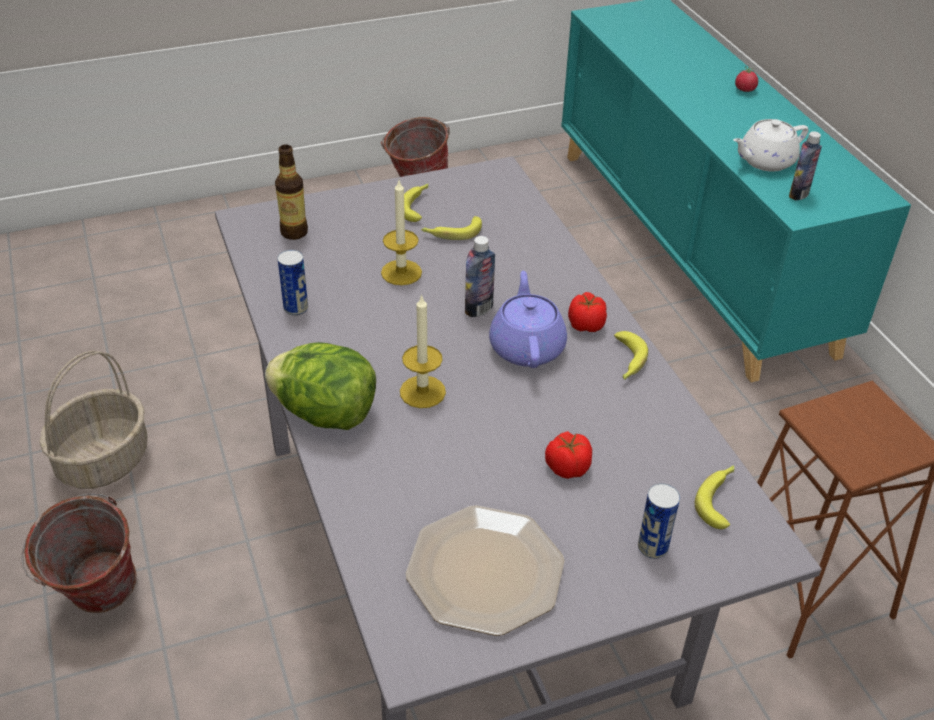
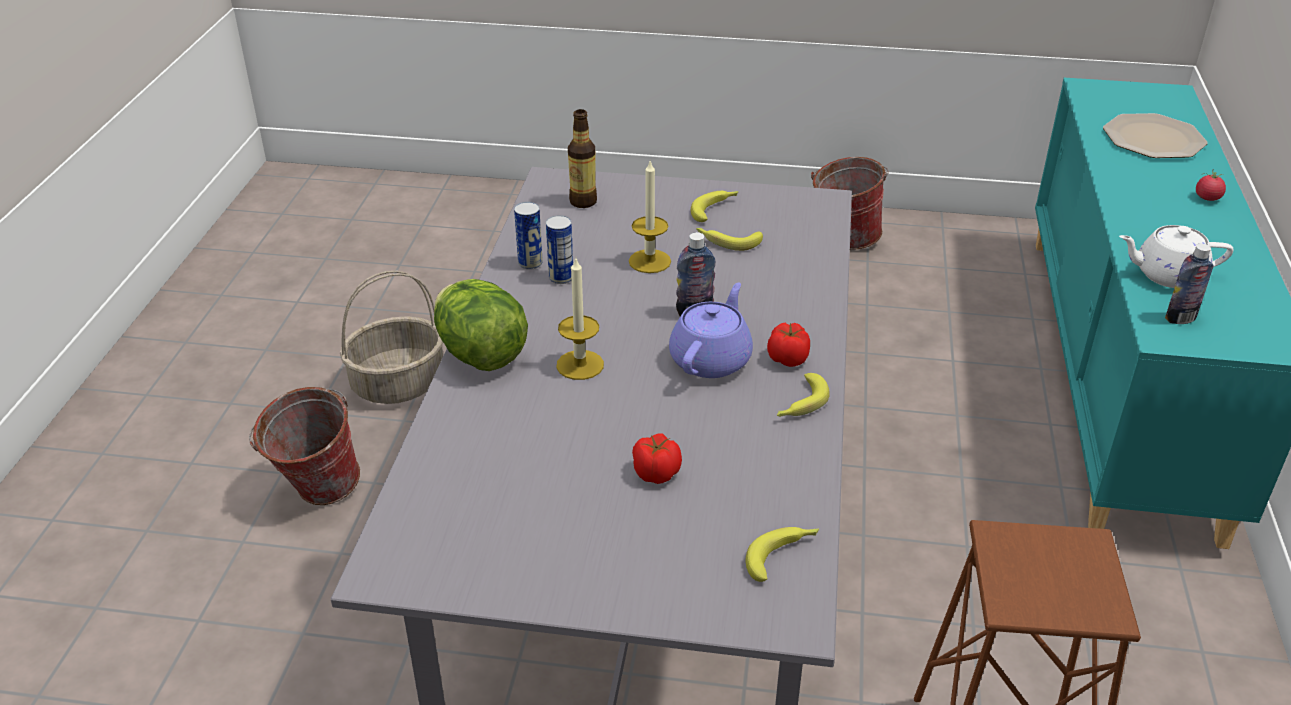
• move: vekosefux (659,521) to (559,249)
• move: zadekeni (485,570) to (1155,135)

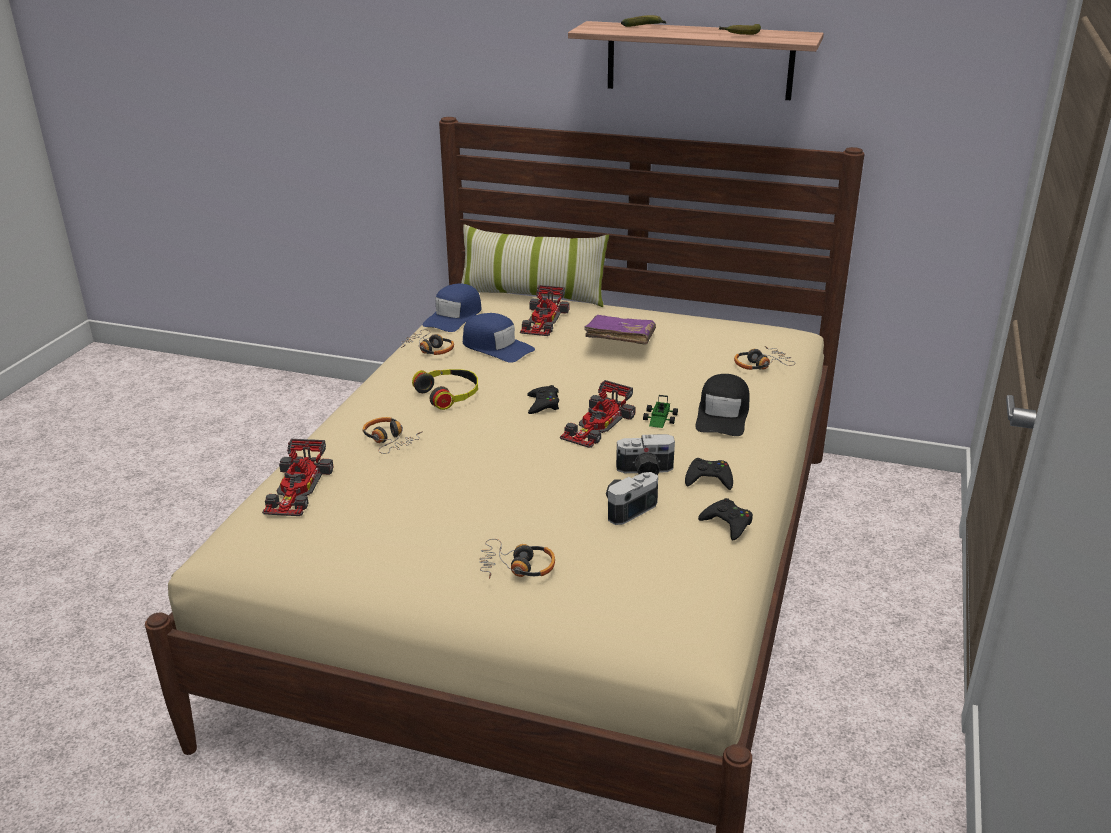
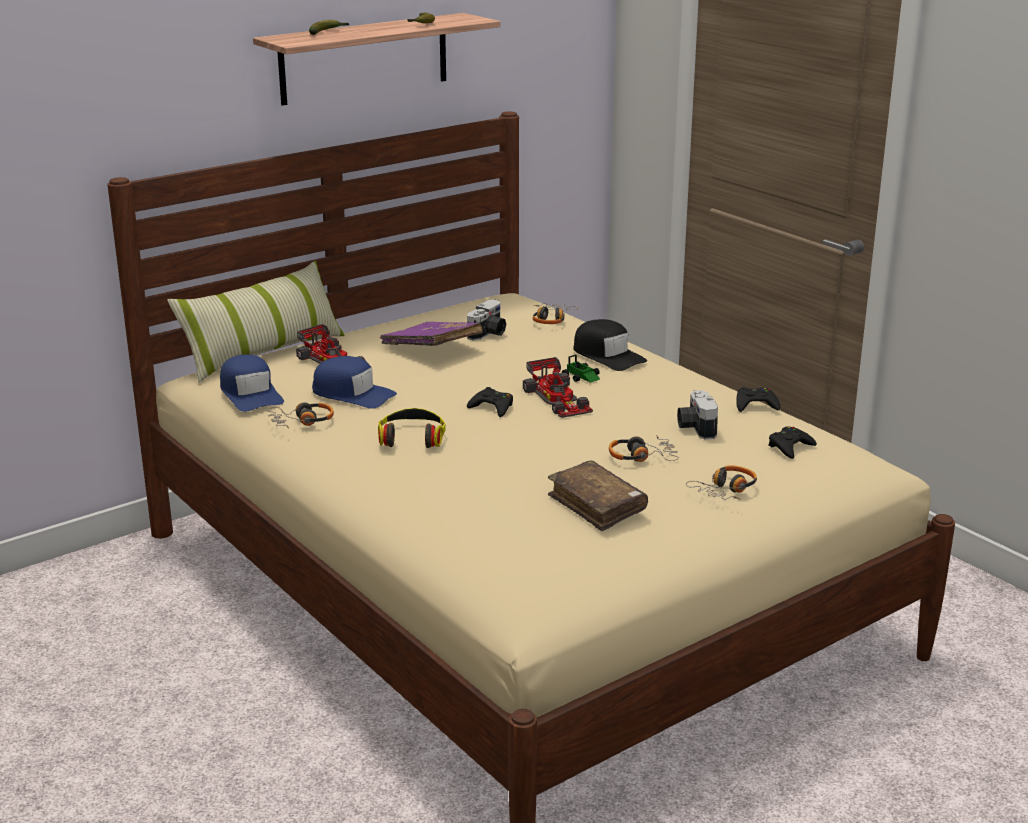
• rotate: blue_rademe (499,338) = (354,382) 45 degrees clockwise
• move: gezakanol (645,454) to (486,320)
• insert: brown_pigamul (598,495)
• move: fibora (392,435) to (644,449)
• move: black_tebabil (709,474) to (792,442)
• delete: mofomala (298,477)

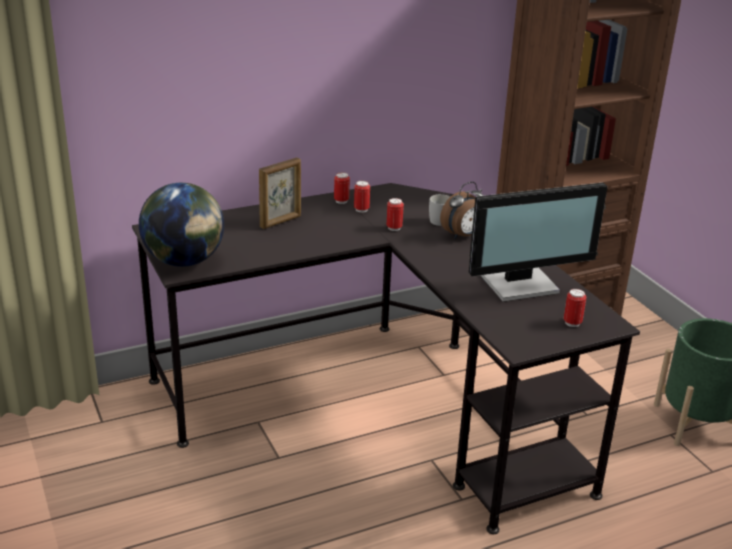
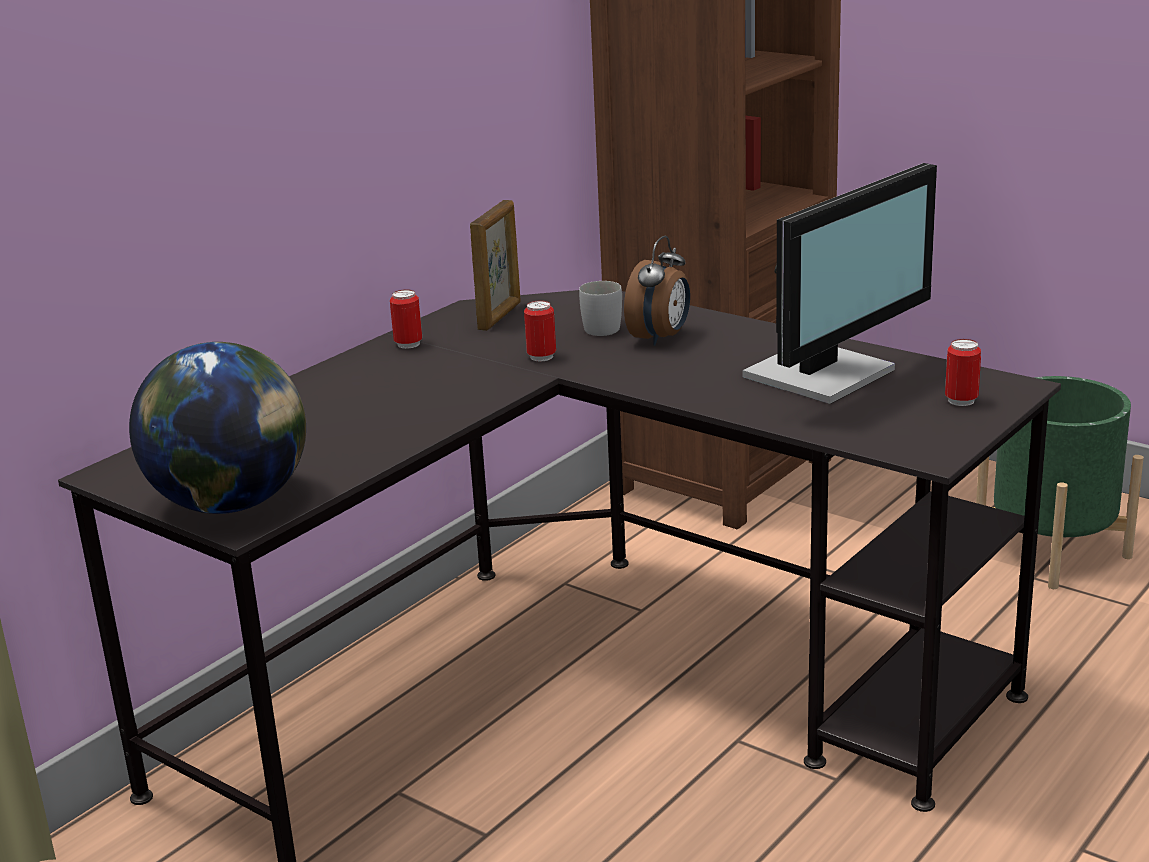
• move: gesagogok (280,193) to (495,265)
• delete: vekosefux (362,196)

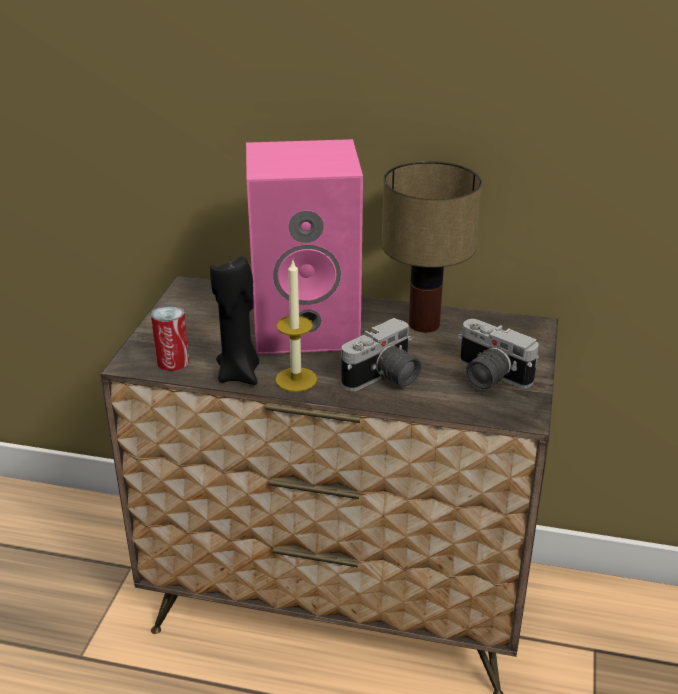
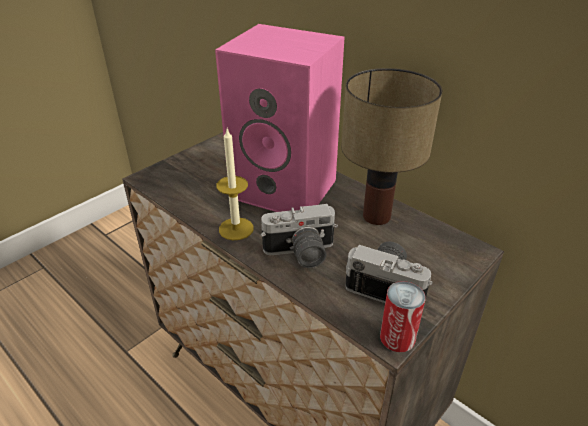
• rotate: gezakanol (498,354) = (389,272) 135 degrees clockwise
• move: vekosefux (170,338) to (402,316)
• delete: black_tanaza (234,320)

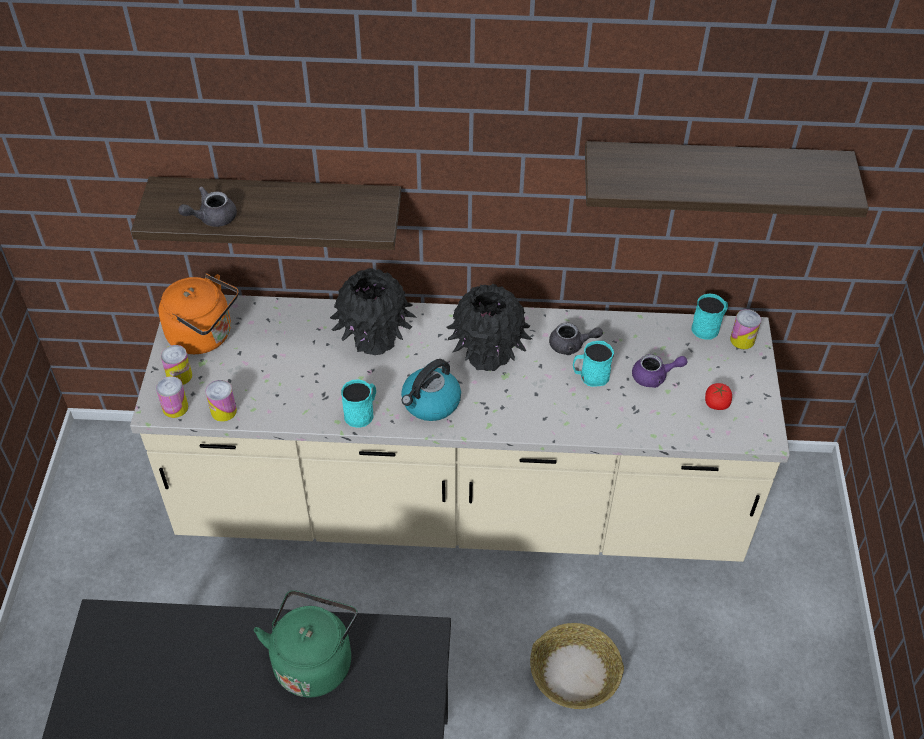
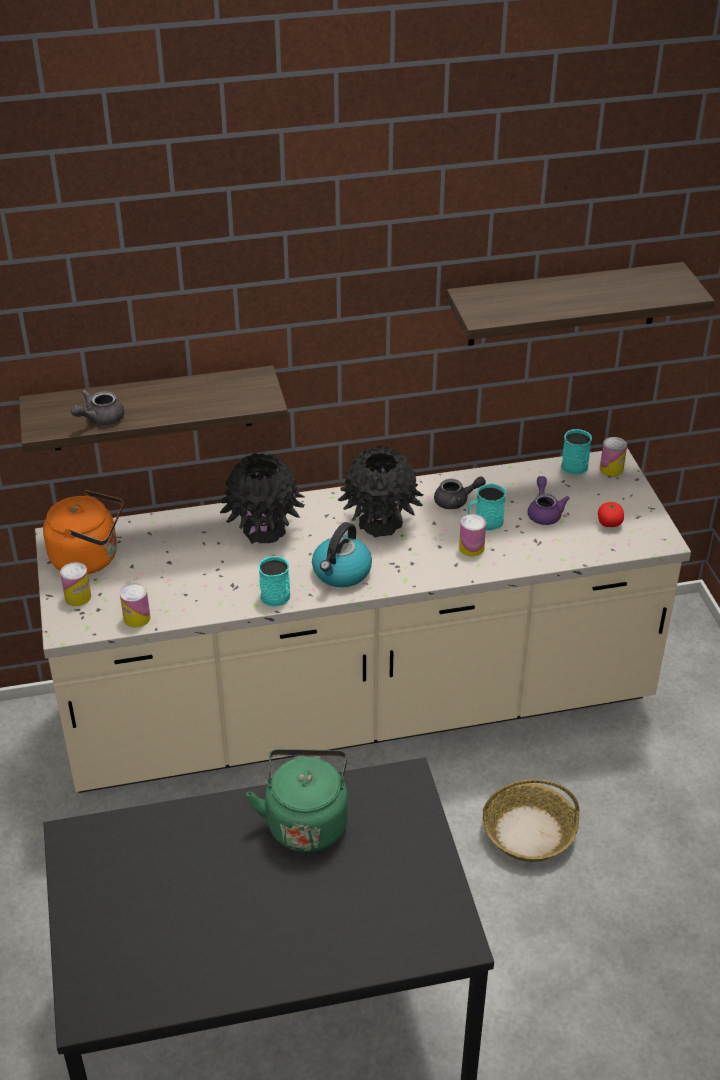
• move: vekosefux (172,397) to (472,535)
• rotate: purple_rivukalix (660,371) = (549,500) 75 degrees counterclockwise

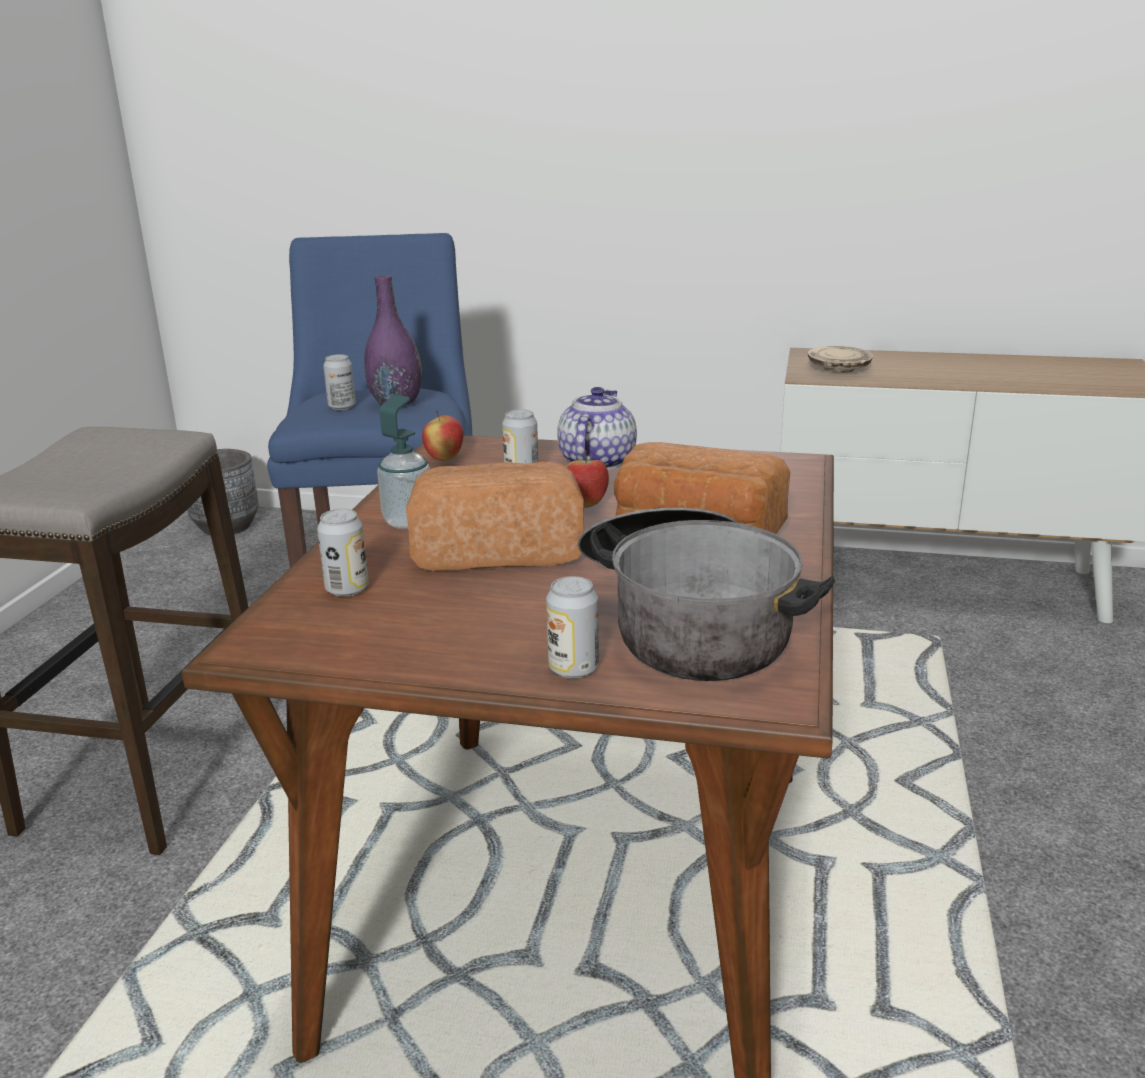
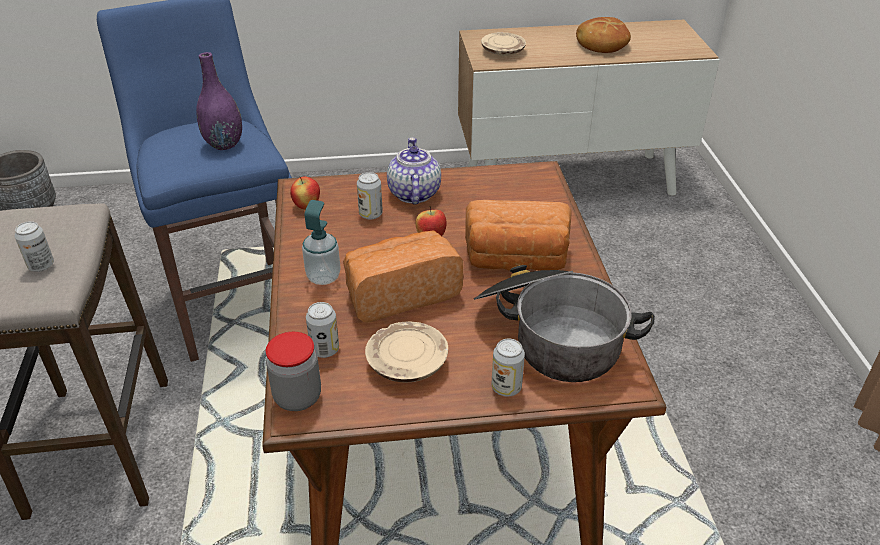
• move: vekosefux (339,382) to (34,246)
• insert: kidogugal (293,371)
• insert: beige_zadekeni (406,352)
• insert: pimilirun (603,35)

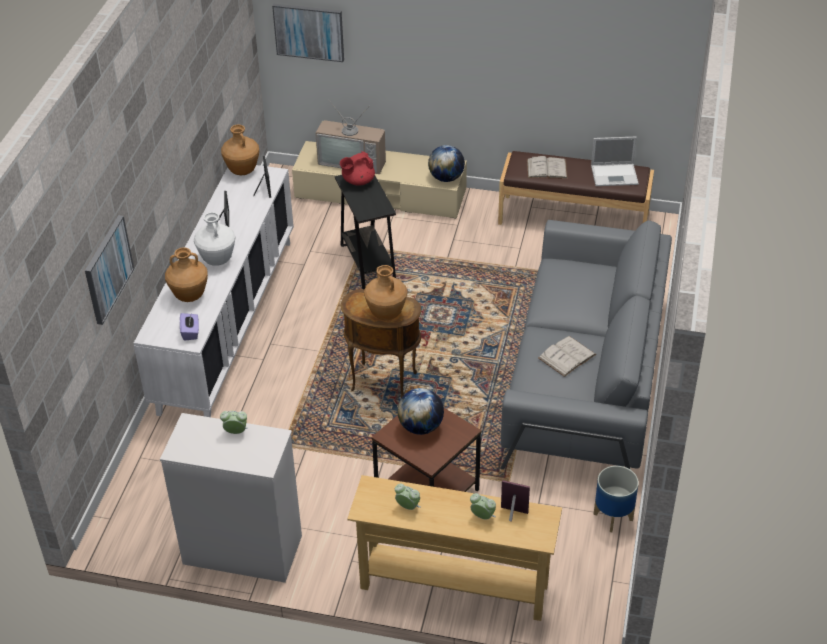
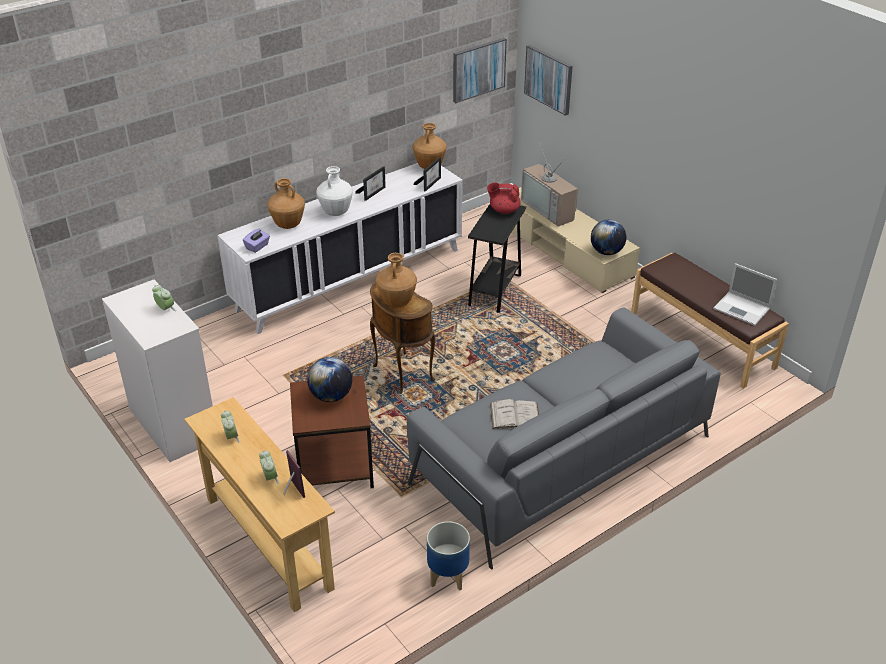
• move: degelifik (109,270) to (480,70)
• delete: white_pigamul (547,167)

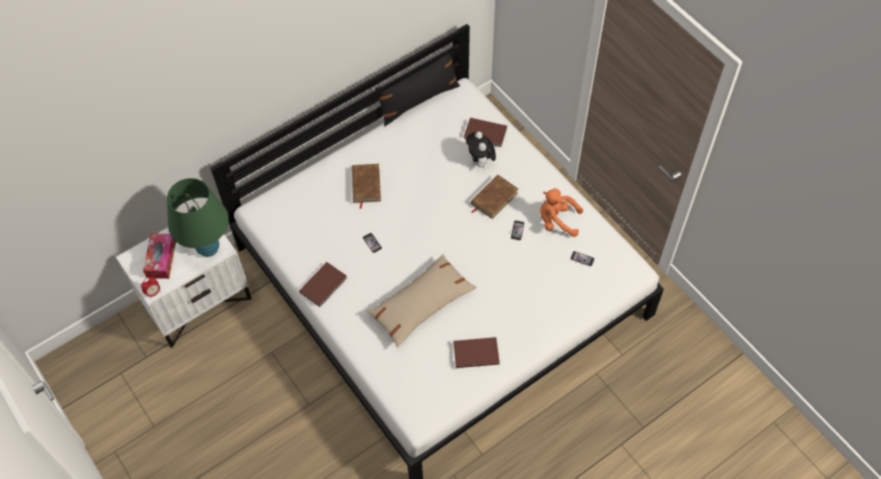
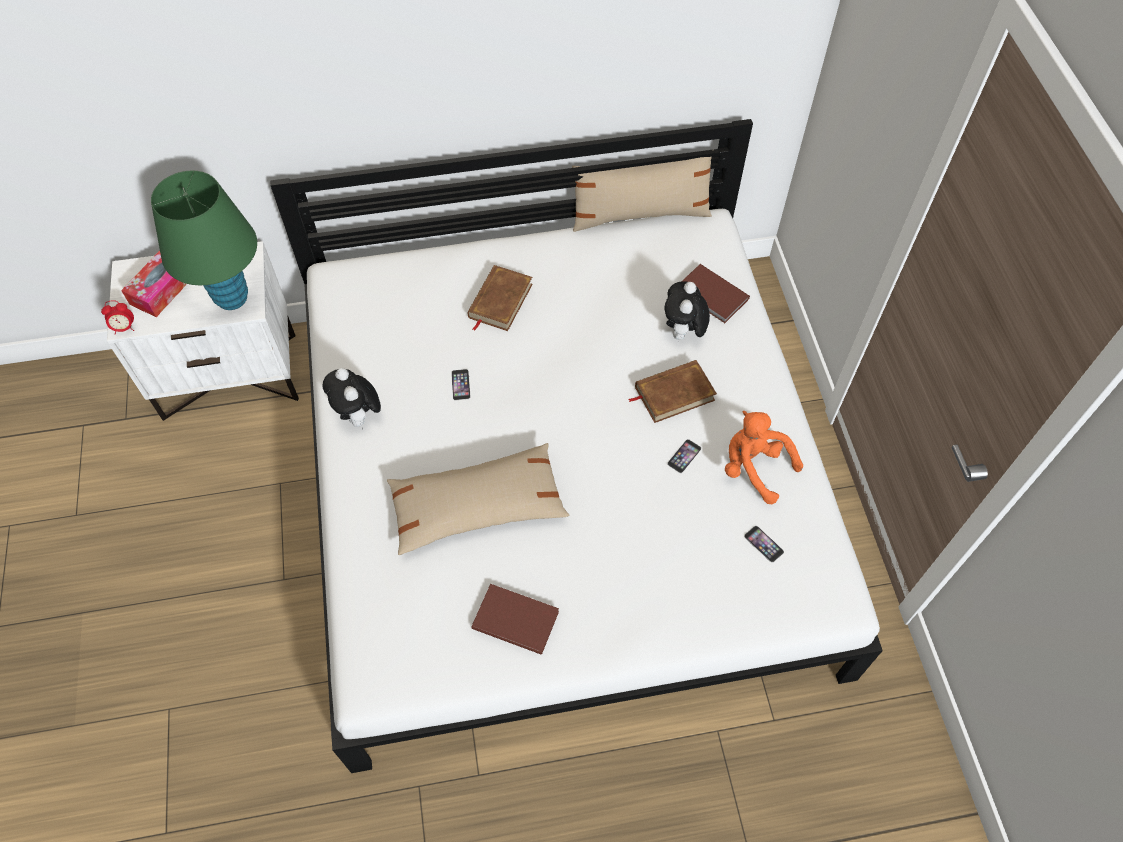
• replace: brown_pigamul (323,284) to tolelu (352,398)
• recolor: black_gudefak (417,89) to beige_gudefak (642,194)

